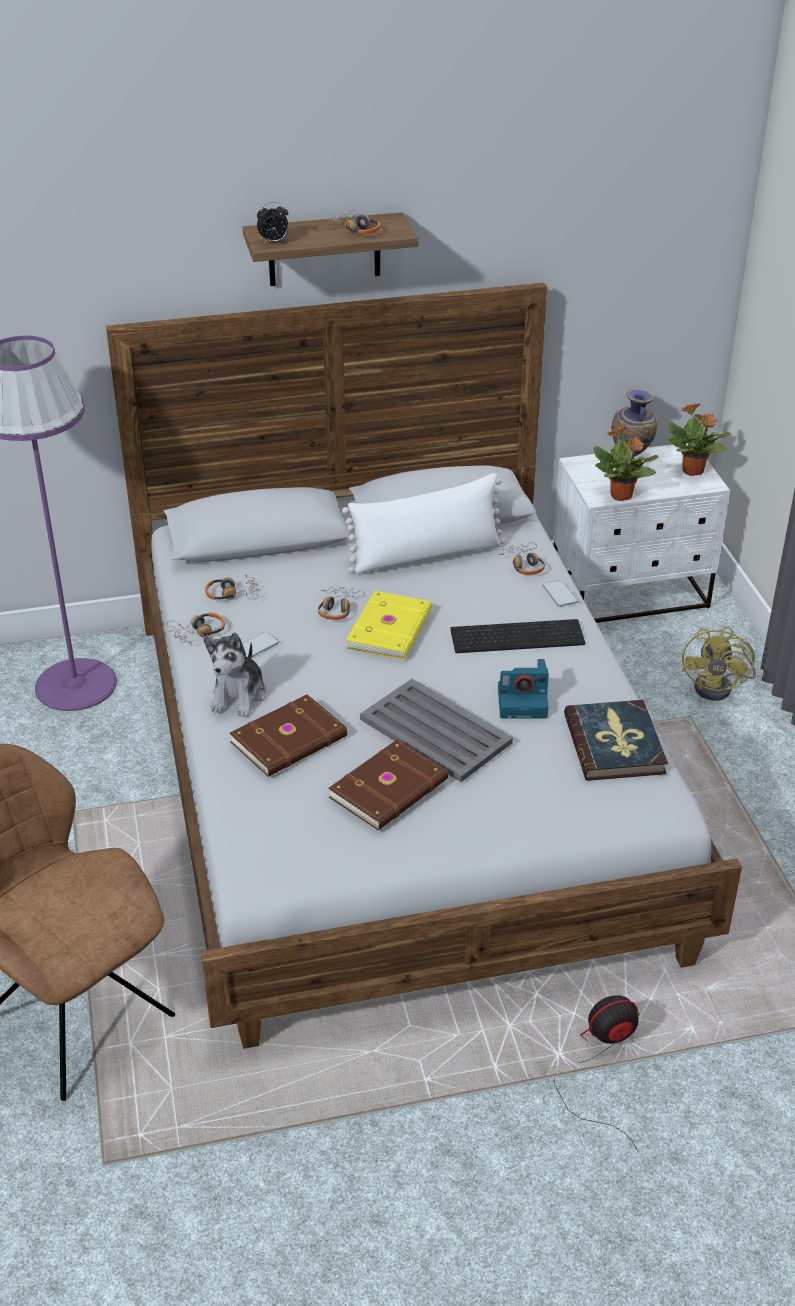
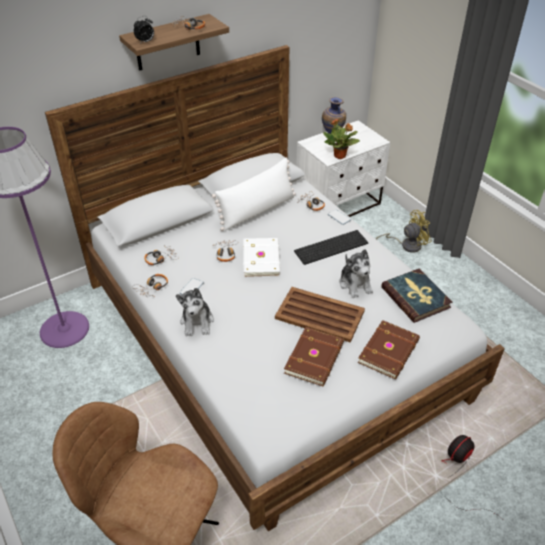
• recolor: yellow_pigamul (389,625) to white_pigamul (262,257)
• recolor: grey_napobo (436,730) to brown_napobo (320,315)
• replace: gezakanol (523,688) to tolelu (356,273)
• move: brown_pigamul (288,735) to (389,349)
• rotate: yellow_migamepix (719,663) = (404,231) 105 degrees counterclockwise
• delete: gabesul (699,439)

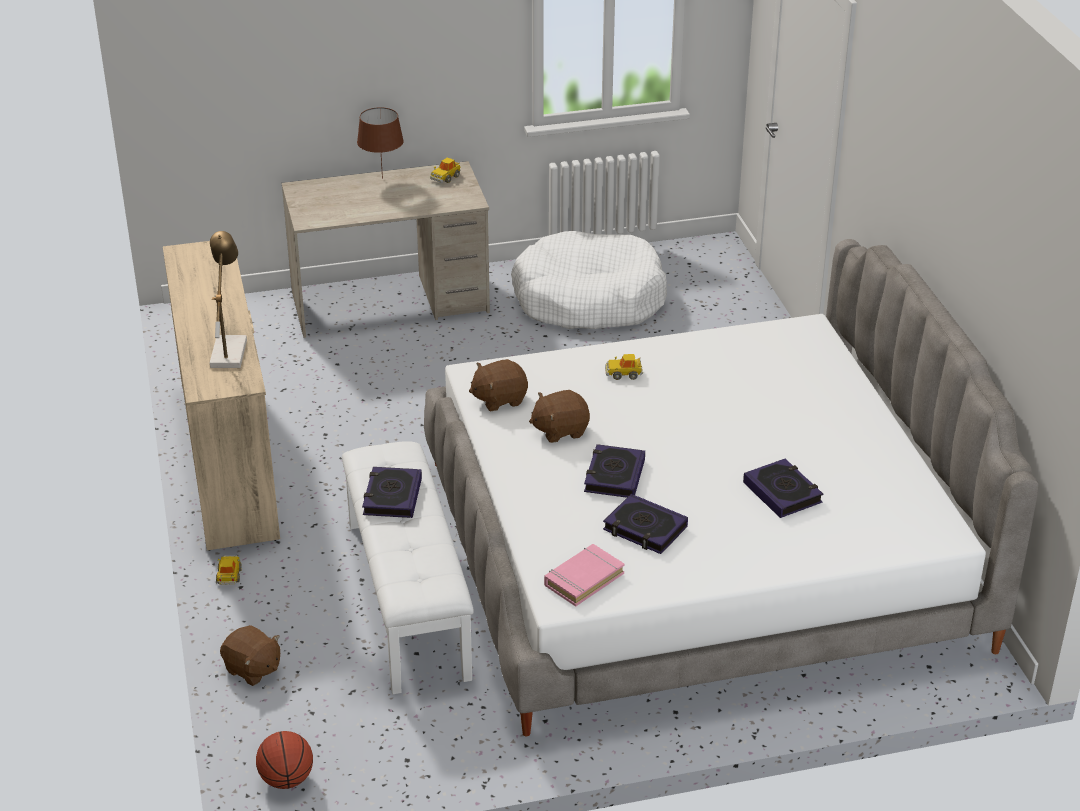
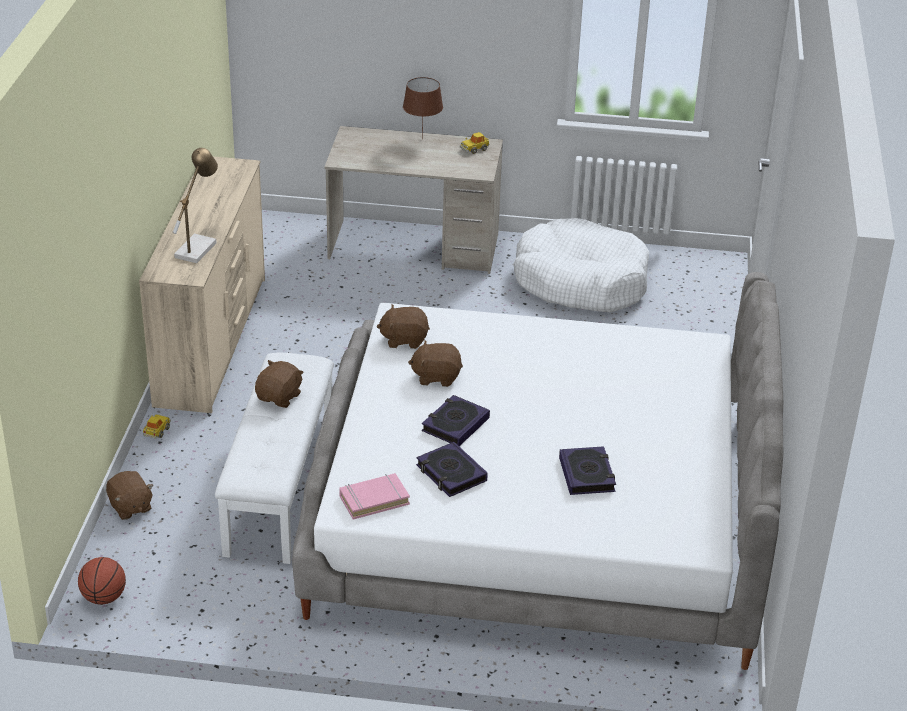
• replace: pigamul (392,492) to brown_tolelu (279,384)
• delete: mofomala (624,367)

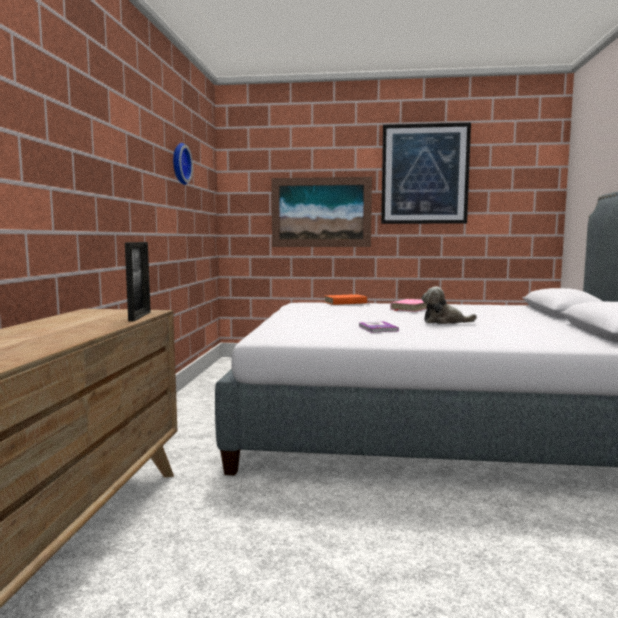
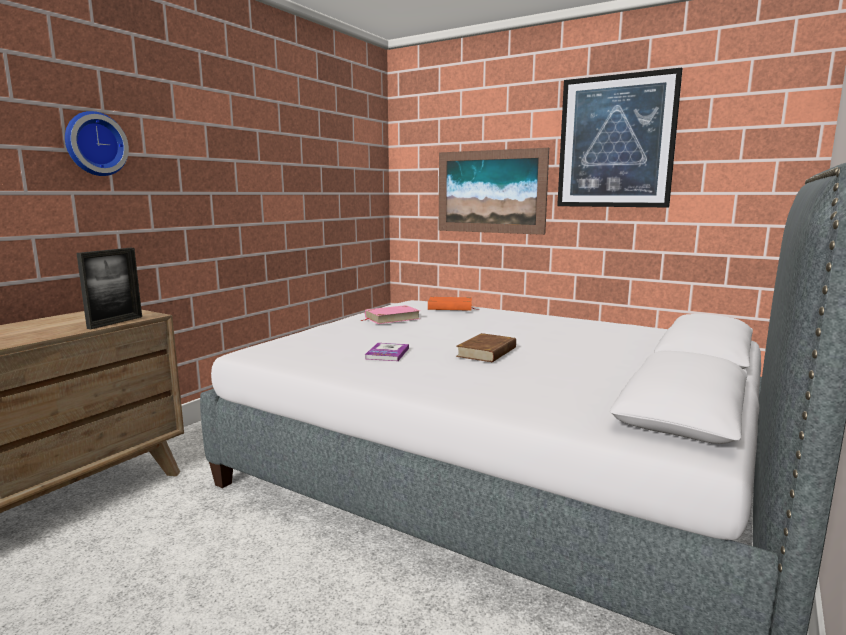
• move: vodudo (183,164) to (97,143)
• move: pink_pigamul (409,305) to (390,314)
• replace: tolelu (449,305) to brown_pigamul (486,347)

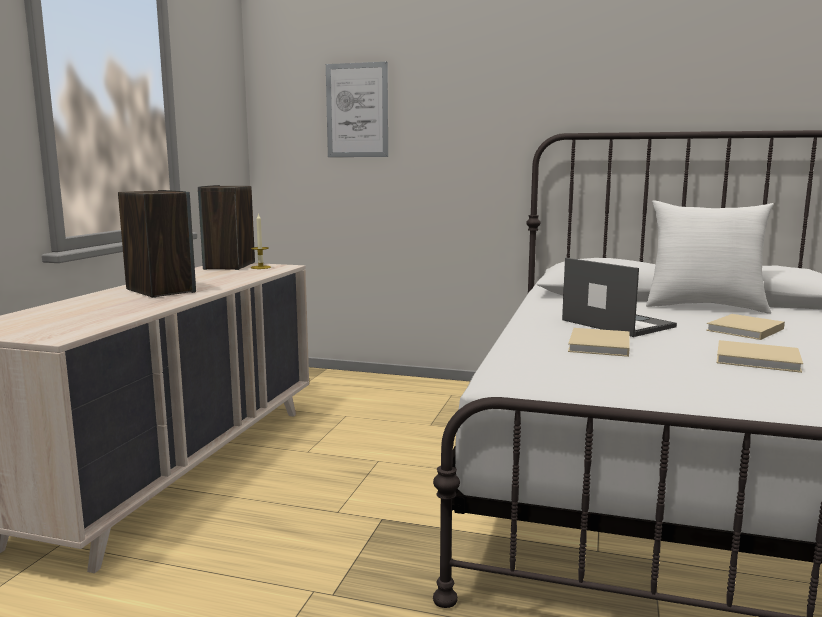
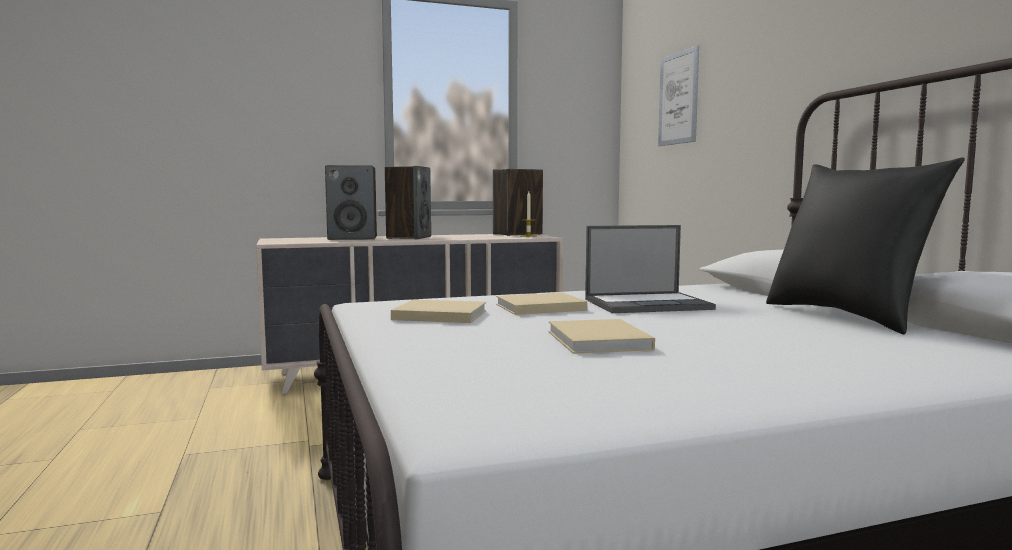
• insert: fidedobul (351,202)
• move: beige_pigamul (745,327) to (438,311)
• rotate: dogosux (619,297) = (650,269) 60 degrees clockwise
• recolor: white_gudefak (710,257) to black_gudefak (865,245)

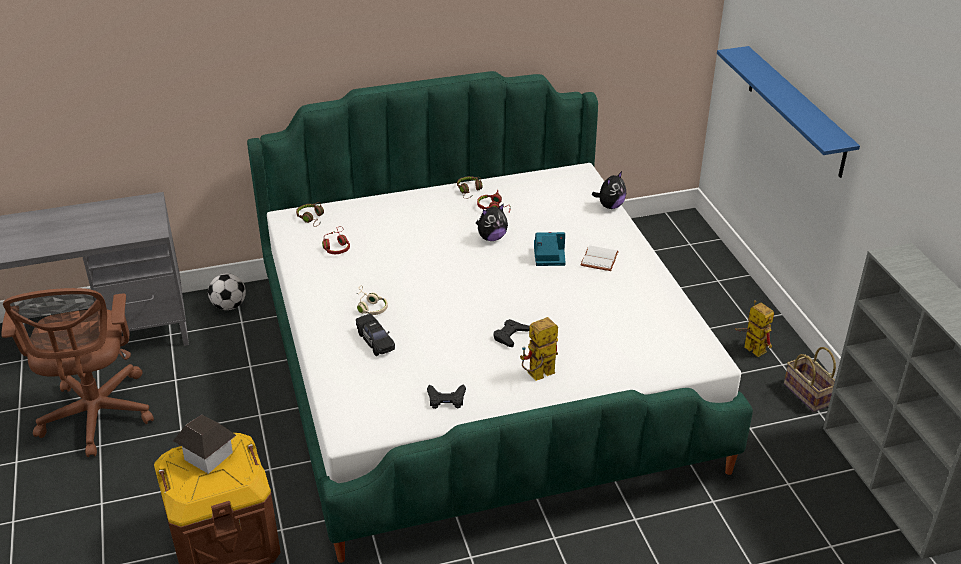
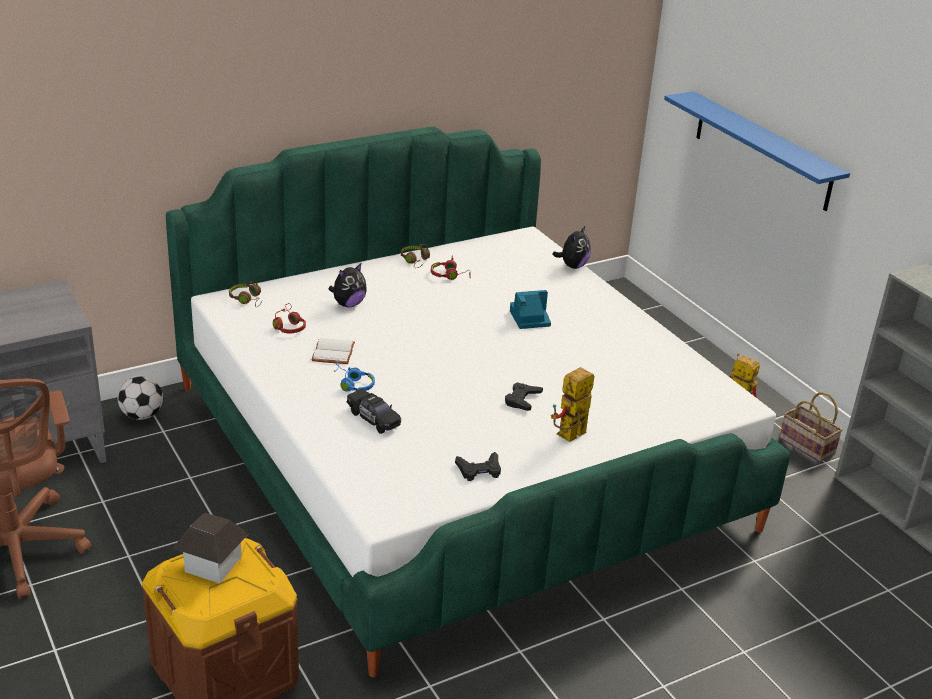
• move: white_pigamul (600,258) to (333,351)
• move: tolelu (492,222) to (348,285)
• recolor: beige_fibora (372,300) to blue_fibora (354,376)

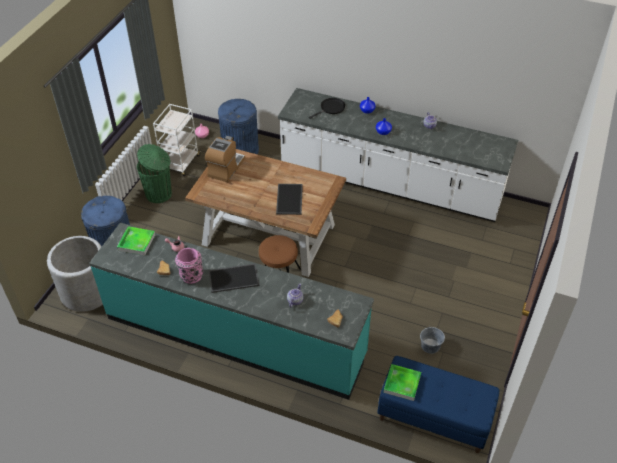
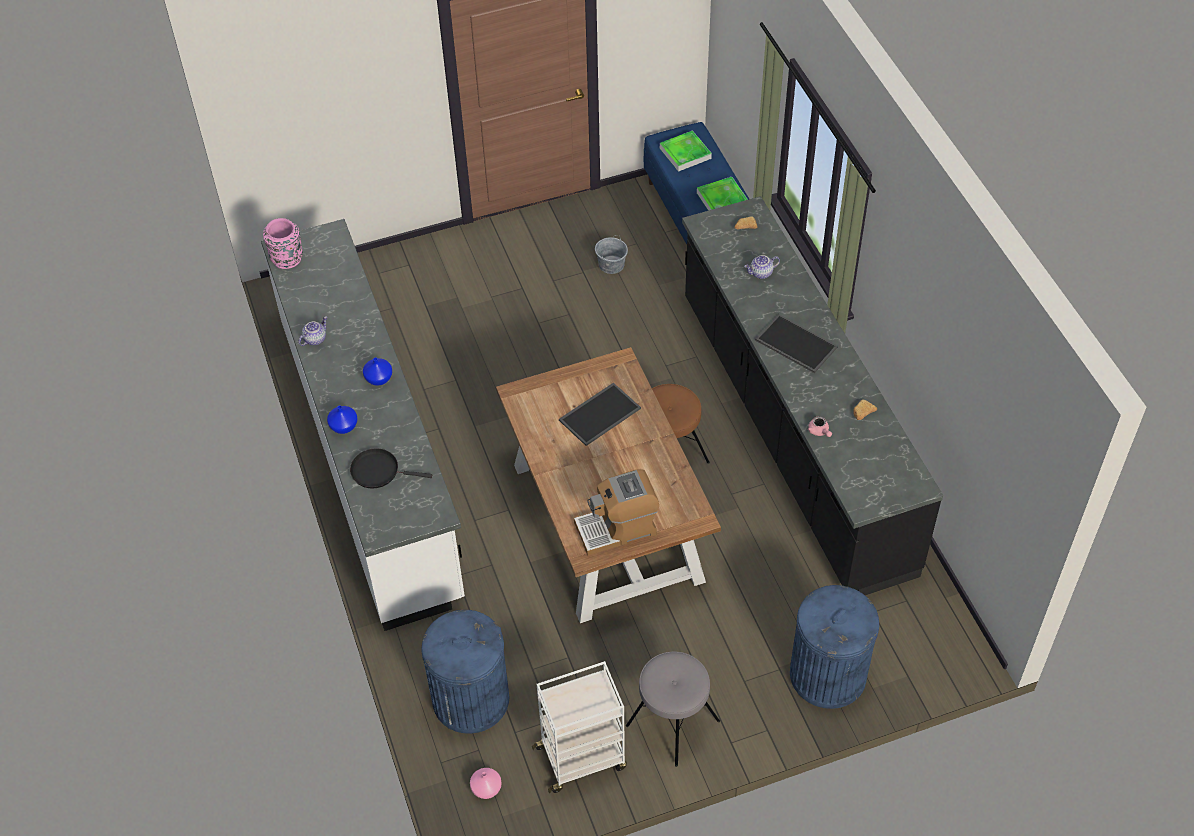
• move: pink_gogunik (189,266) to (283,243)
• replace: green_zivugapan (154,173) to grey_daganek (673,709)
• move: napobo (136,240) to (686,151)
• recolor: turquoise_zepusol (231,311) to black_zepusol (812,395)
• delete: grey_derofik (75,274)

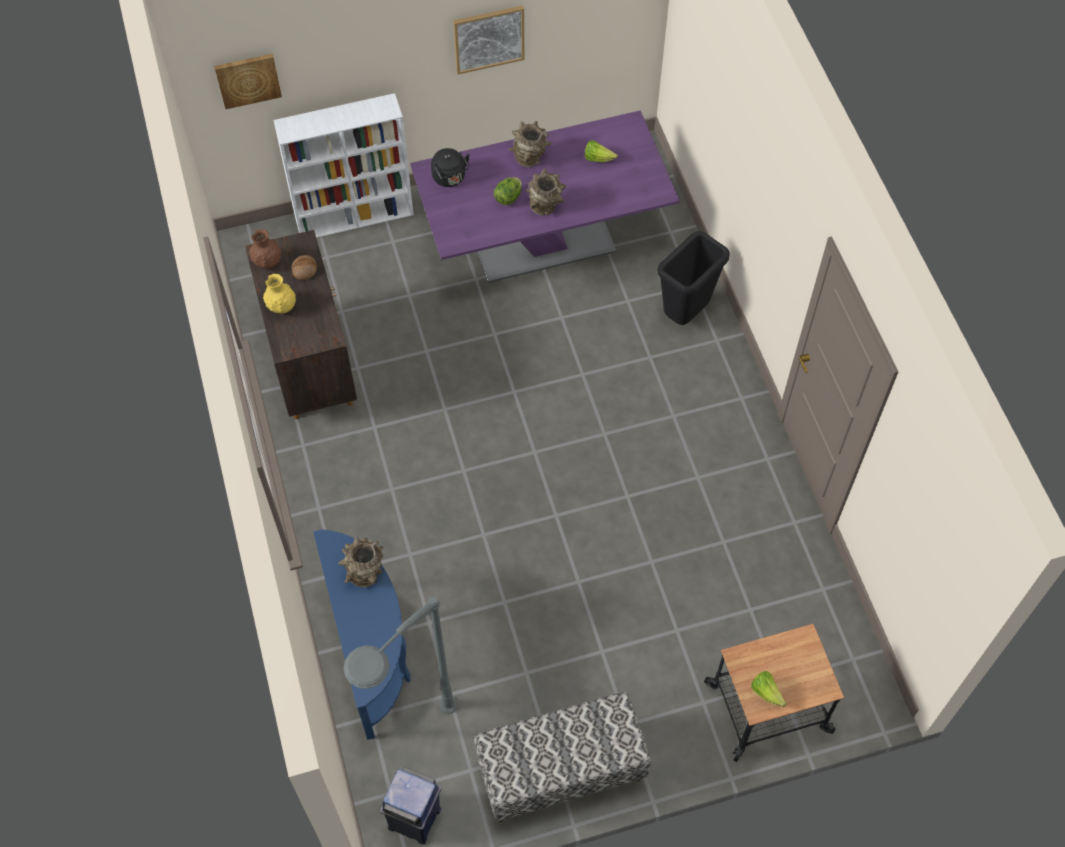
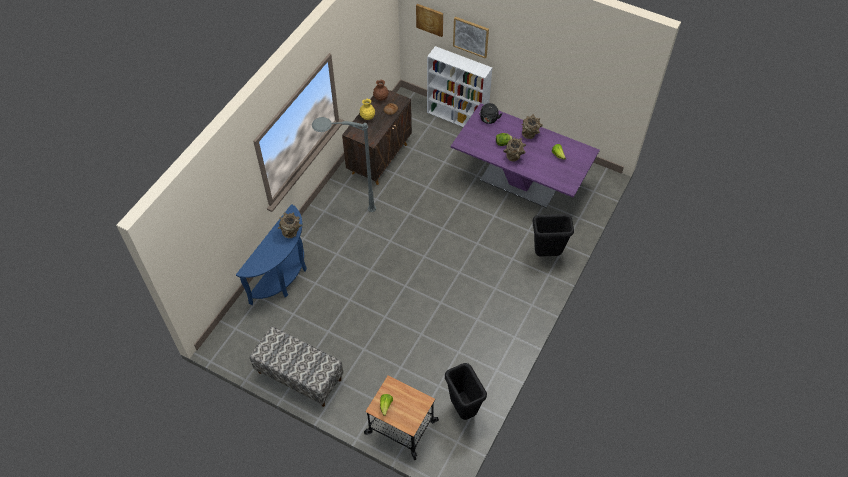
• move: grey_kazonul (400,655) to (344,164)
• insert: black_zivugapan (466,391)
• move: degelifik (488,39) to (471,38)
• delete: blue_zivugapan (411,805)

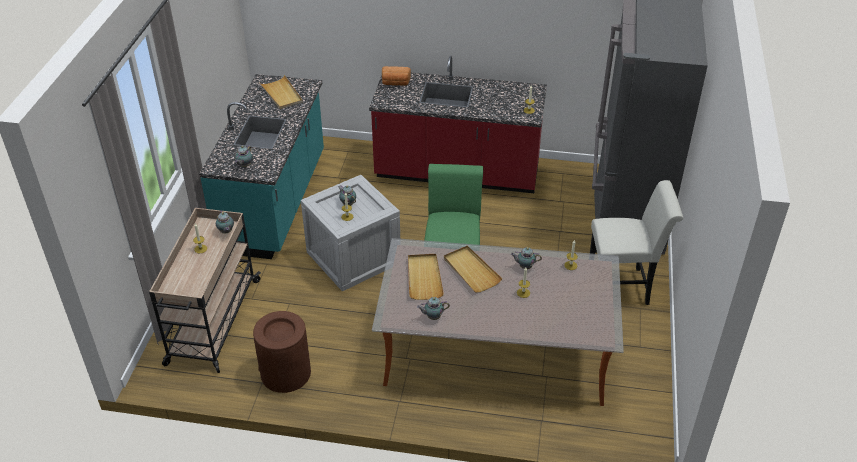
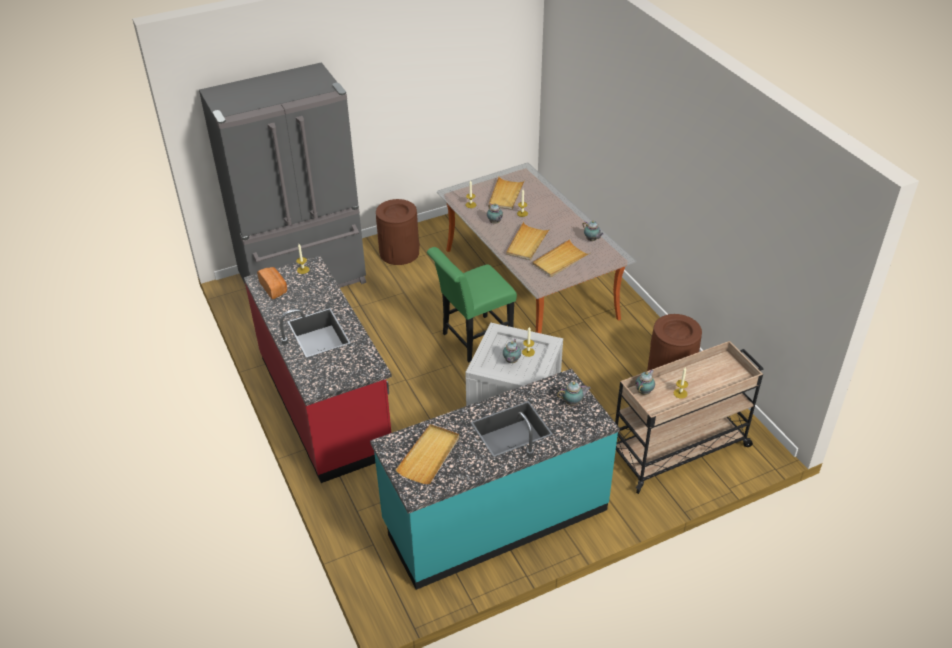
• move: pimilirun (396,76) to (272,283)
• replace: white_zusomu (636,242) to brown_zivugapan (398,232)
• insert: beige_napobo (507,193)

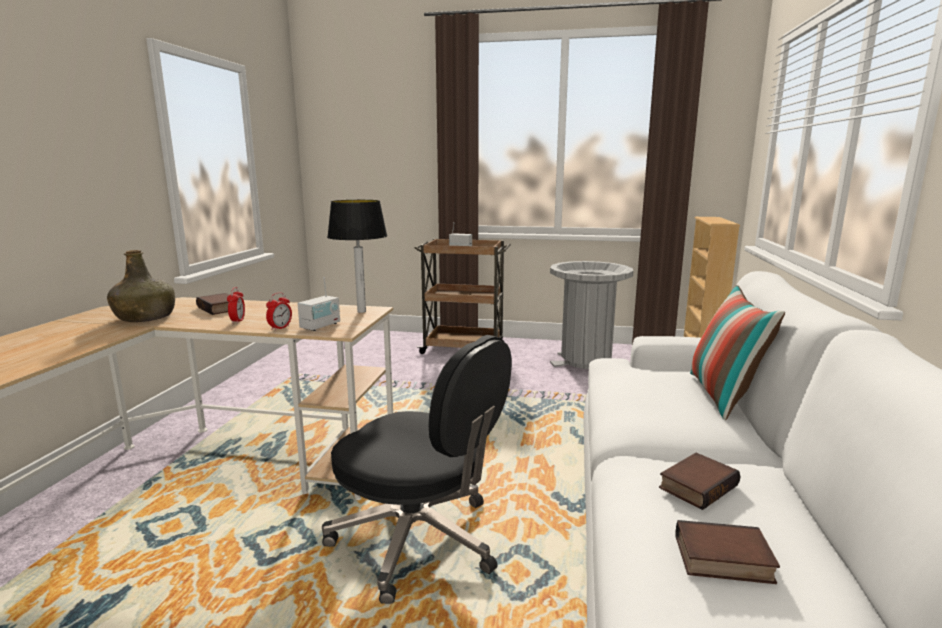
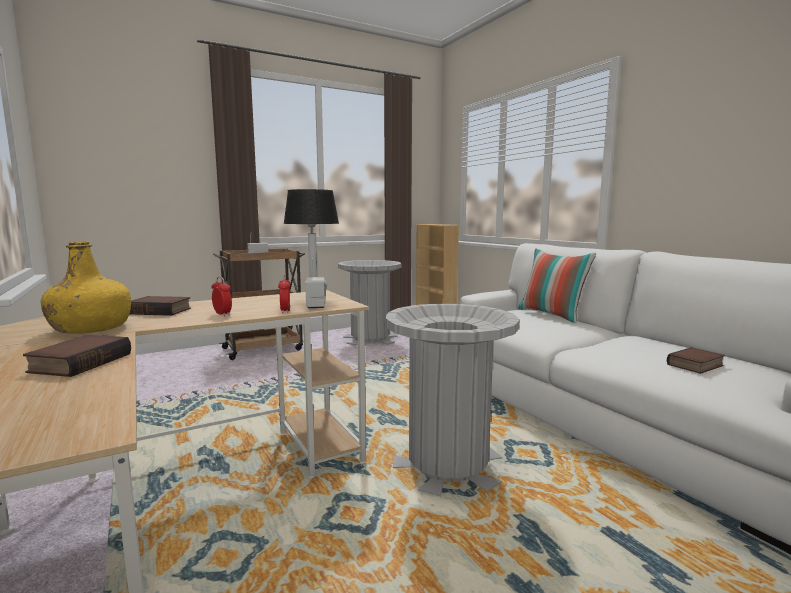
• move: pigamul (699,481) to (77,356)
• recolor: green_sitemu (141,286) to yellow_sitemu (86,287)
• replace: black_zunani (417,469) to grey_zivugapan (452,400)

